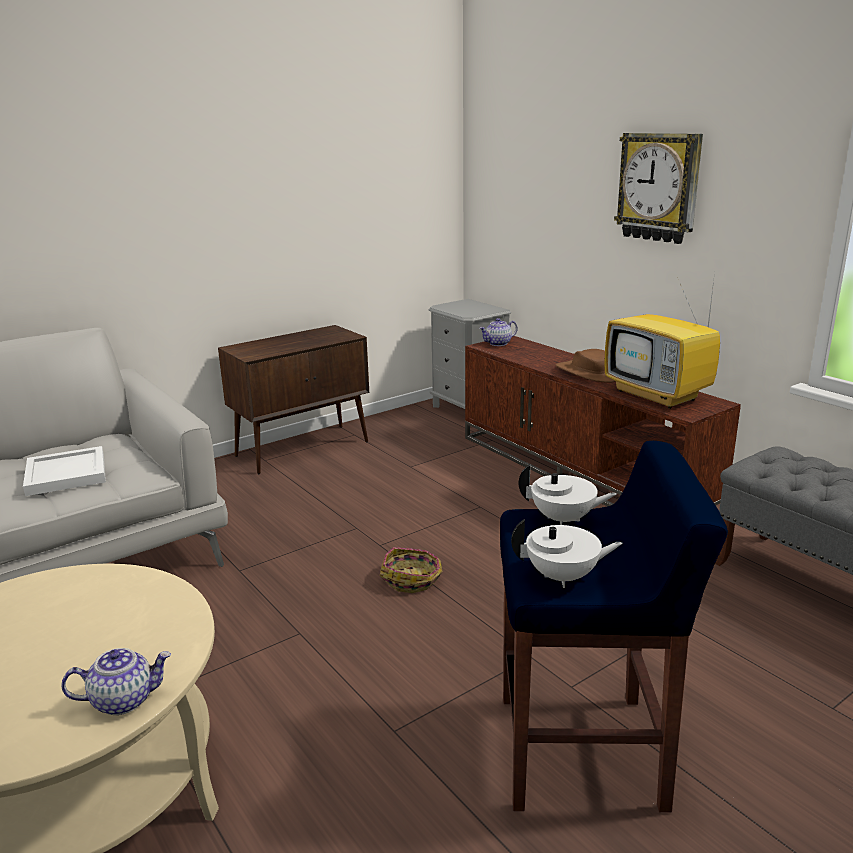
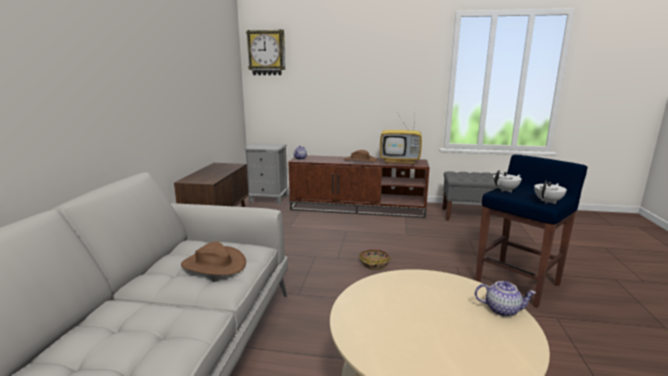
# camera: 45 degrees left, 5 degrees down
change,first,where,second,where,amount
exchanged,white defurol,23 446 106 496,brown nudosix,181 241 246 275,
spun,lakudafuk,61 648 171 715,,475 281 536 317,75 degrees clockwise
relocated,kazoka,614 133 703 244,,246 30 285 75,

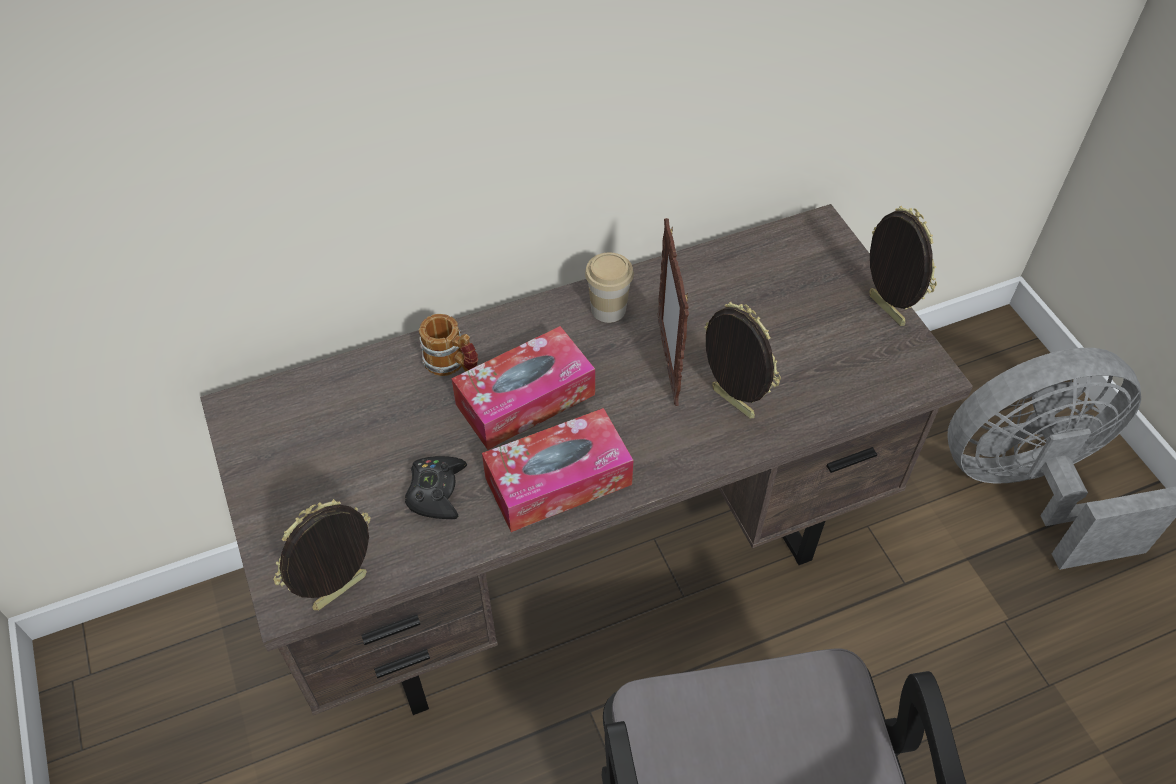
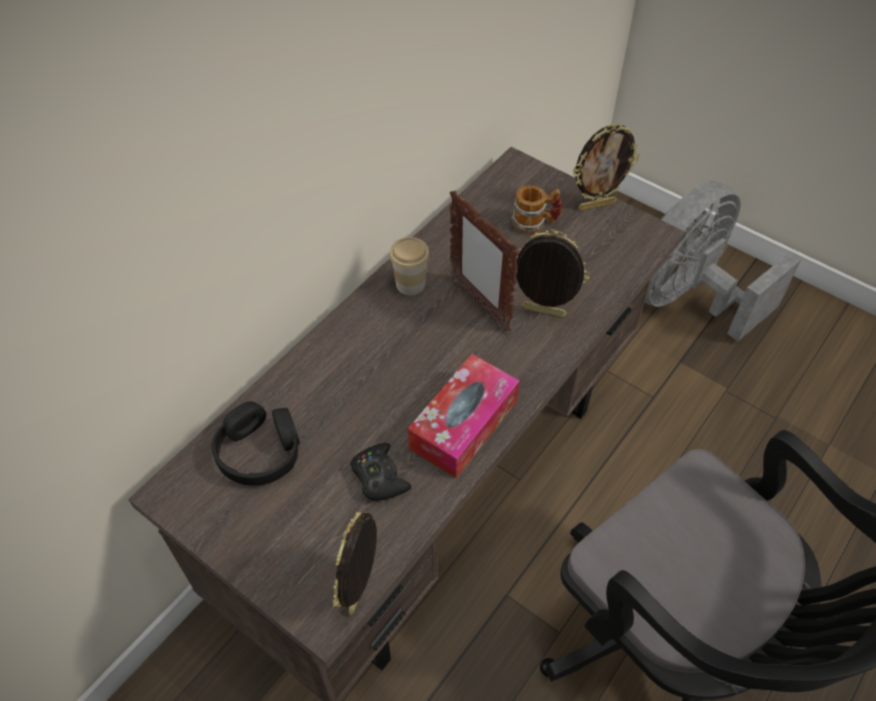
# camera: 30 degrees left, 0 degrees up
change,first,where,second,where,amount
relocated,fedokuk,419 314 478 376,,512 185 562 233,
missing,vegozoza,451 326 595 450,,,
spun,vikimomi,869 206 937 326,,573 124 640 211,135 degrees clockwise
appeared,,,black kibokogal,211 401 300 486,

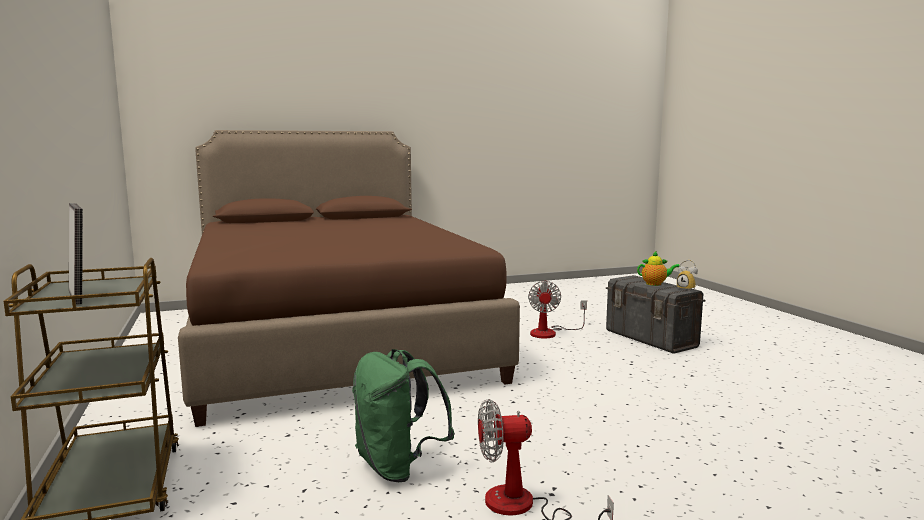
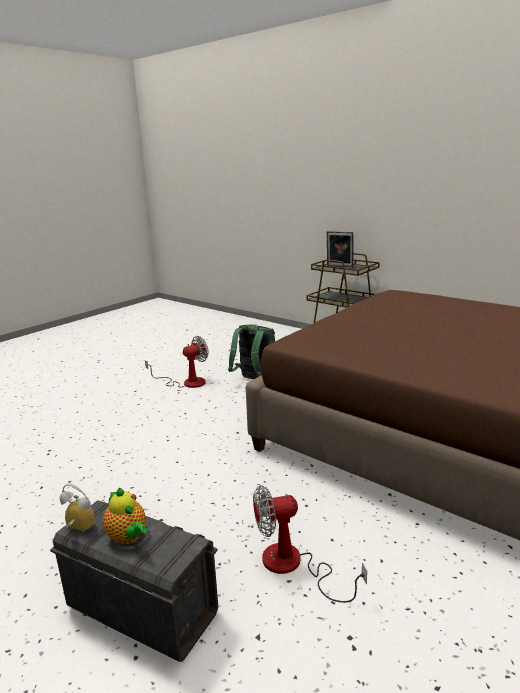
# camera: 150 degrees right, 10 degrees up
change,first,where,second,where,amount
spun,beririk,528 281 587 338,,253 485 367 603,75 degrees counterclockwise
spun,lakudafuk,637 251 680 286,,103 488 147 544,105 degrees counterclockwise

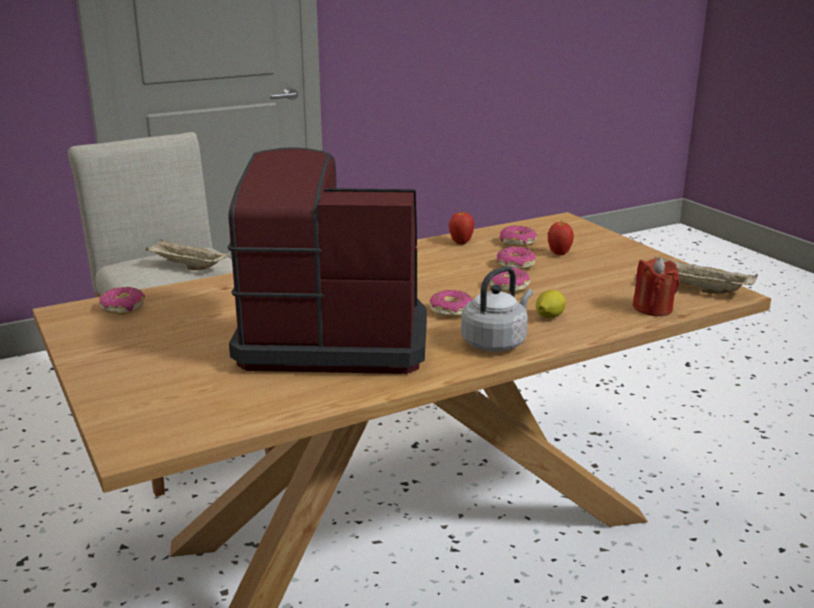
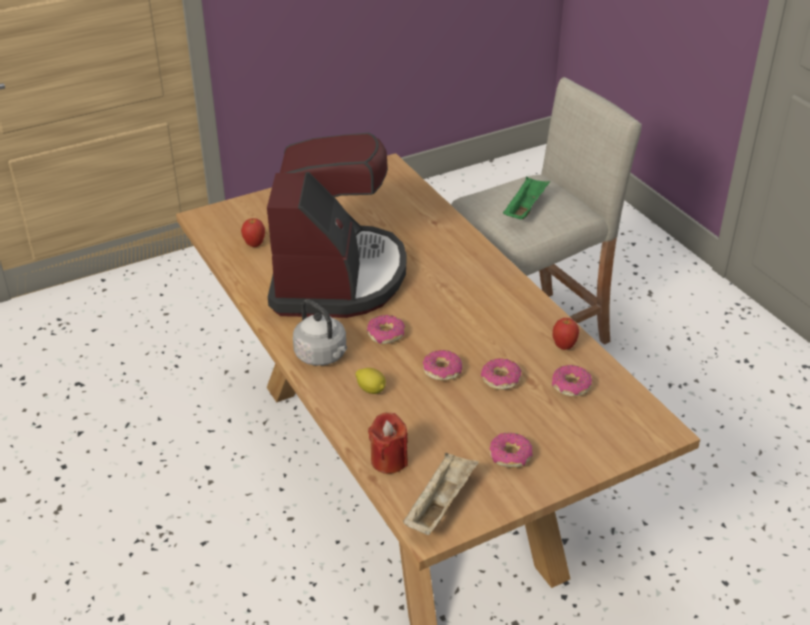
# camera: 90 degrees right, 15 degrees up
change,first,where,second,where,amount
relocated,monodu,99 287 145 315,,490 433 533 468,
colour,beige defurol,145 239 230 270,green defurol,503 177 550 219,
relocated,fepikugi,548 222 574 255,,241 218 265 247,

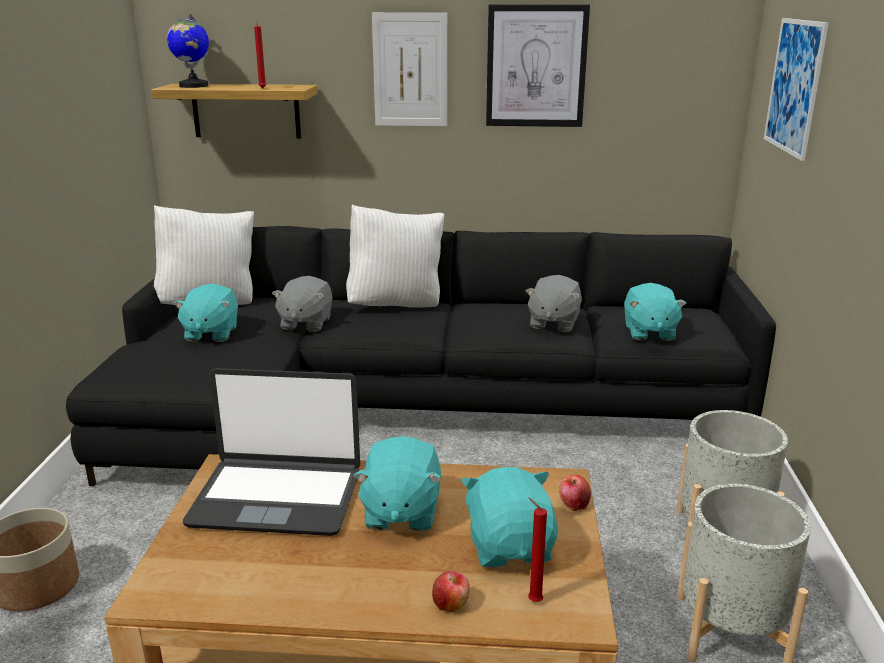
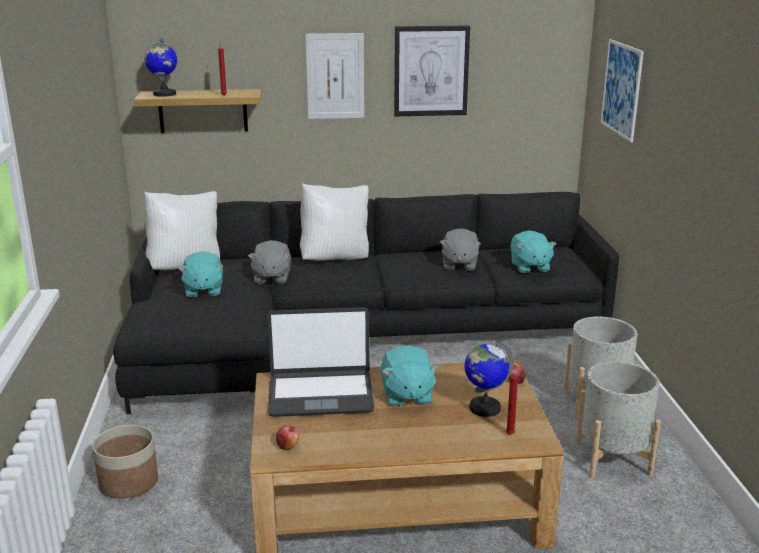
# camera: 10 degrees left, 0 degrees up
change,first,where,second,where,amount
relocated,fepikugi,432 571 470 612,,276 426 299 450,
exchanged,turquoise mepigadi,461 467 558 567,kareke,464 340 514 417,

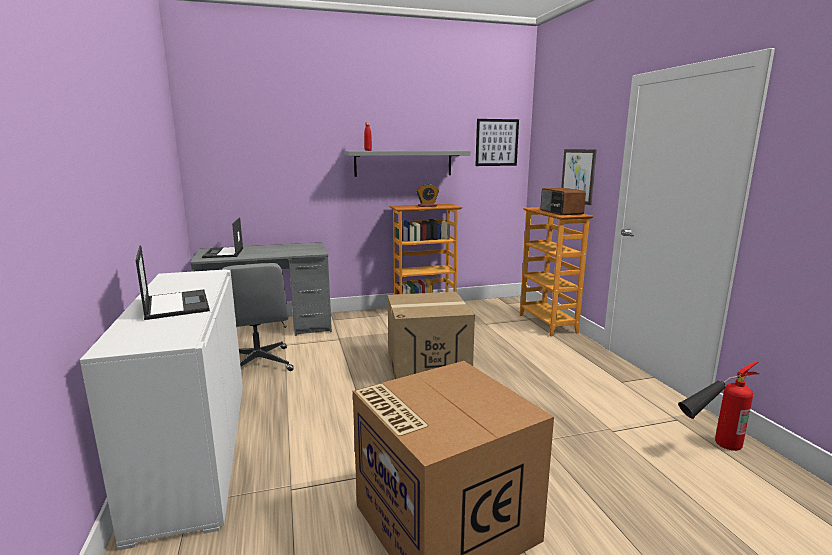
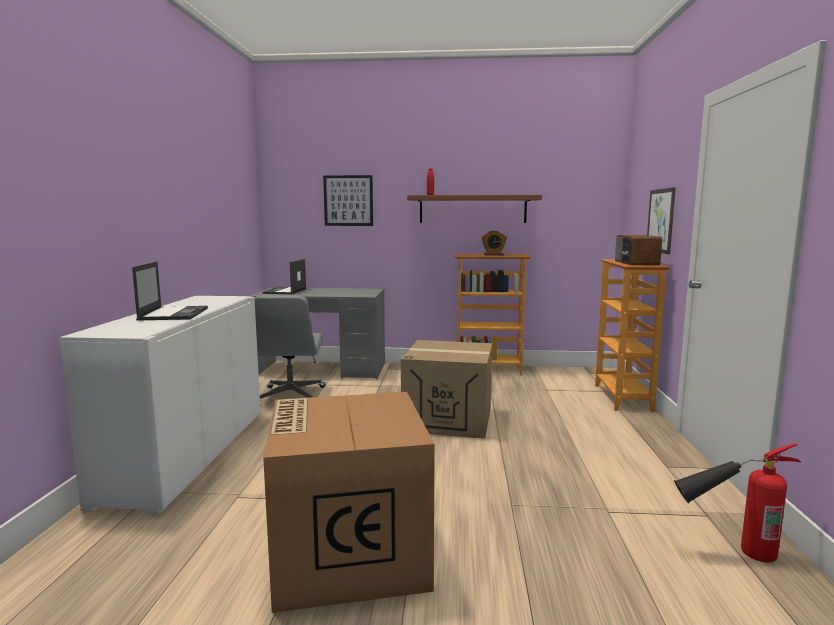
# camera: 20 degrees right, 5 degrees down
change,first,where,second,where,amount
colour,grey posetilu,344 151 470 177,brown posetilu,407 195 542 223,
relocated,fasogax,475 119 519 166,,323 175 373 226,

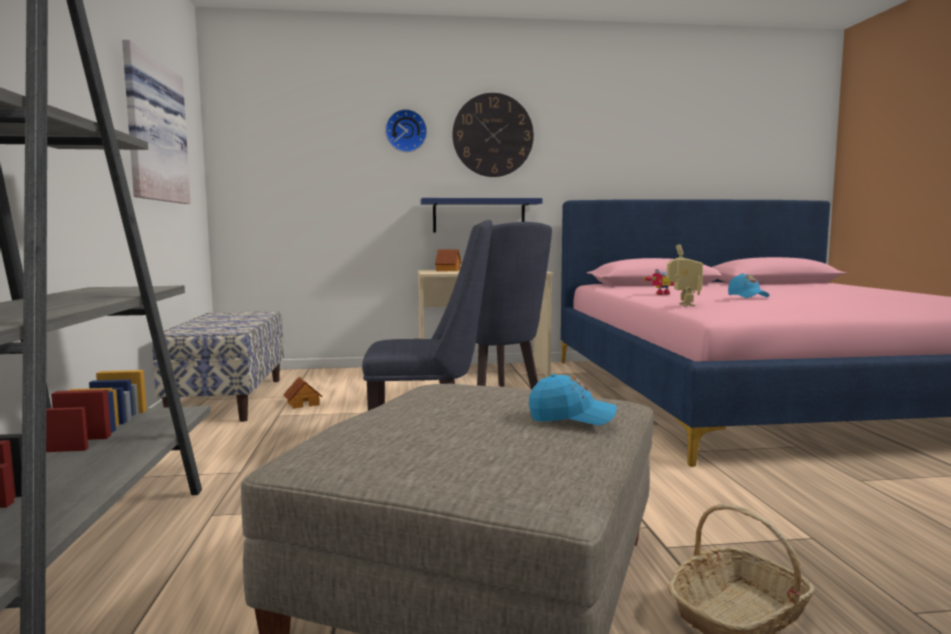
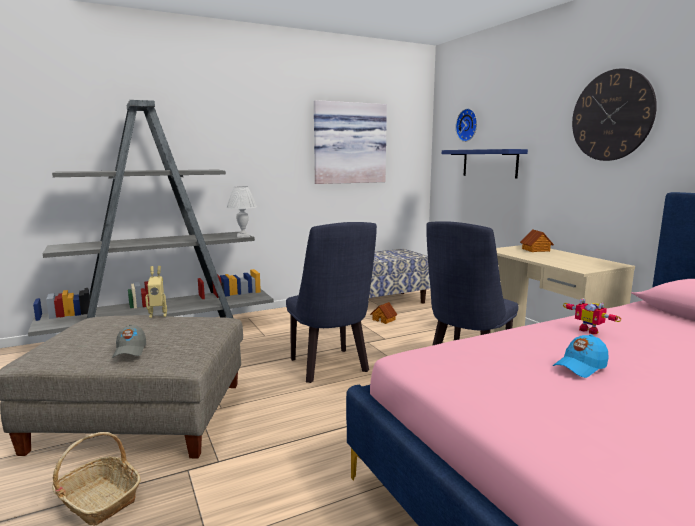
# camera: 70 degrees right, 5 degrees up
change,first,where,second,where,amount
relocated,kazoka,385 109 427 152,,456 108 477 142,
relocated,blue posetilu,421 198 543 233,,442 149 528 179,
colour,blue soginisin,529 374 617 425,grey soginisin,112 324 146 358,
relocated,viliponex,667 245 703 306,,145 266 167 318,
appeared,,,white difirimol,226 186 257 238,

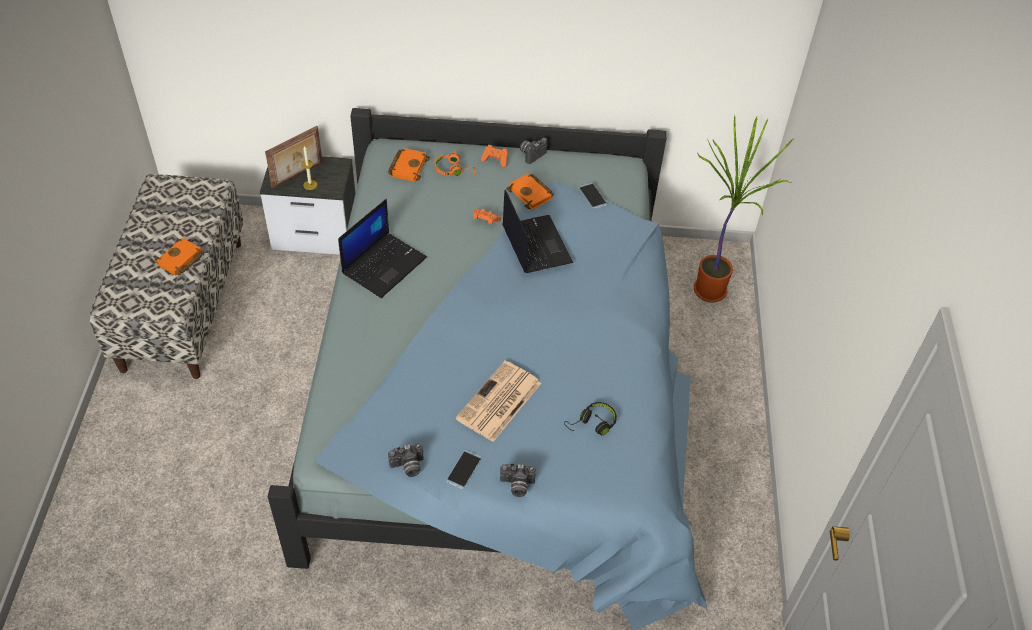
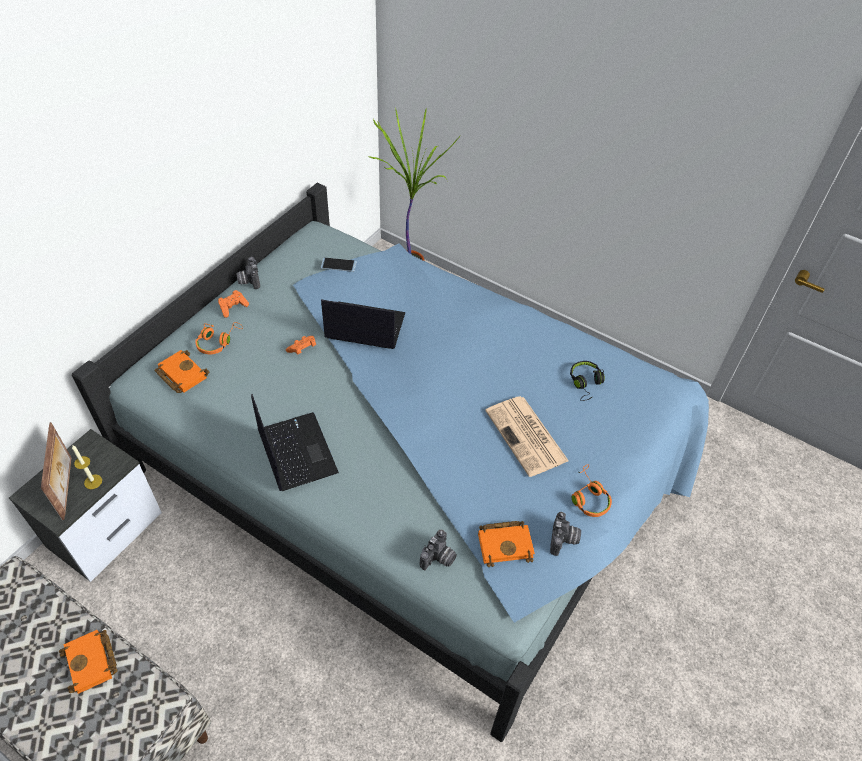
# camera: 60 degrees left, 0 degrees up
change,first,where,second,where,amount
exchanged,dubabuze,446 450 482 489,orange kibokogal,572 464 612 517,
relocated,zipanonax,500 464 536 497,,420 529 457 570,
relocated,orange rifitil,506 174 554 210,,478 521 535 567,

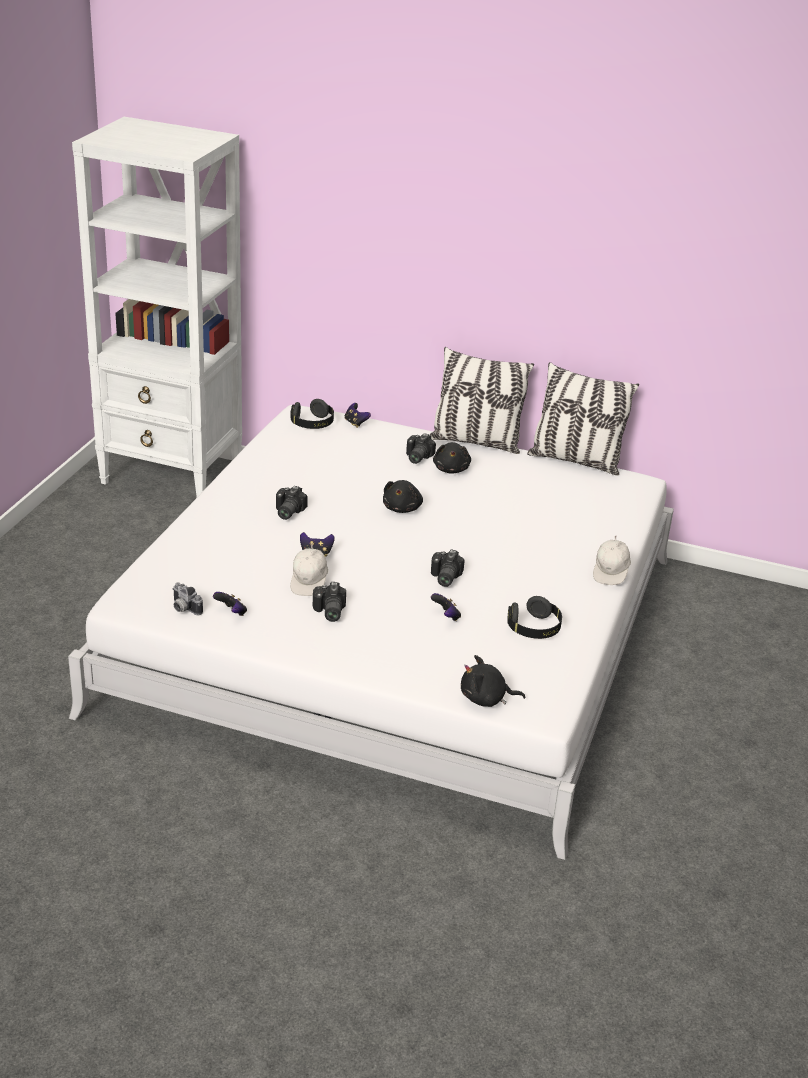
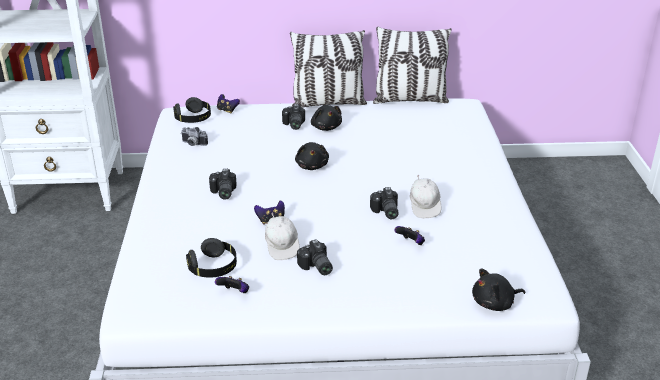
# camera: 20 degrees left, 0 degrees up
change,first,where,second,where,amount
relocated,zipanonax,173 583 203 615,,181 127 208 146,
relocated,black kibokogal,507 596 562 639,,186 238 237 278,
relocated,white soginisin,593 536 631 585,,410 174 442 218,

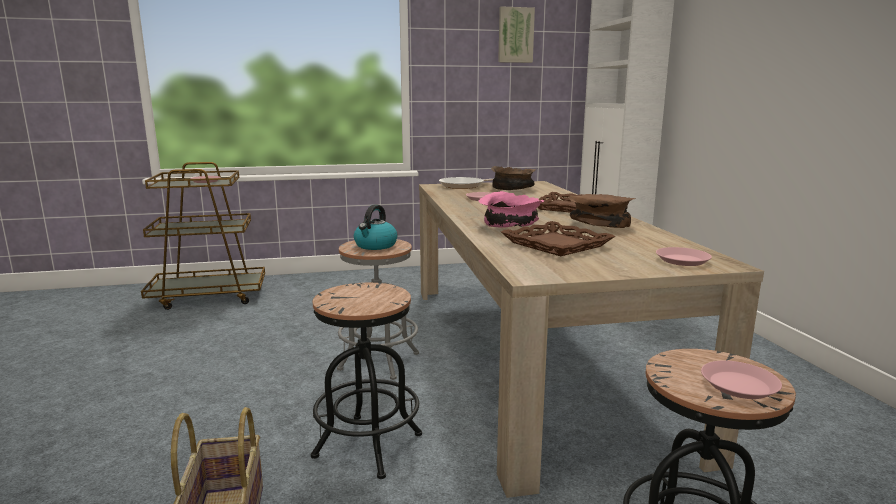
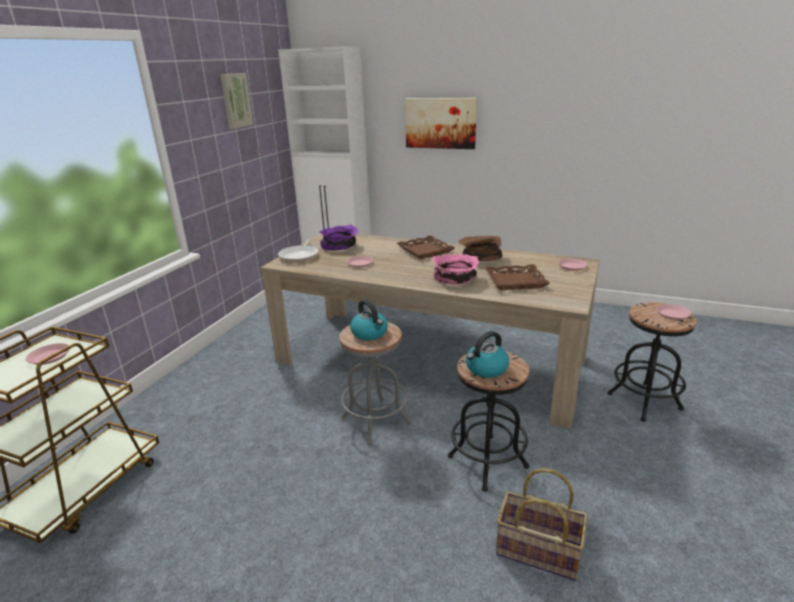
# camera: 55 degrees left, 10 degrees up
change,first,where,second,where,amount
colour,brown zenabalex,491 166 538 190,purple zenabalex,319 224 359 251,
appeared,,,fasogax,405 98 477 149,
appeared,,,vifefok,466 331 509 378,

